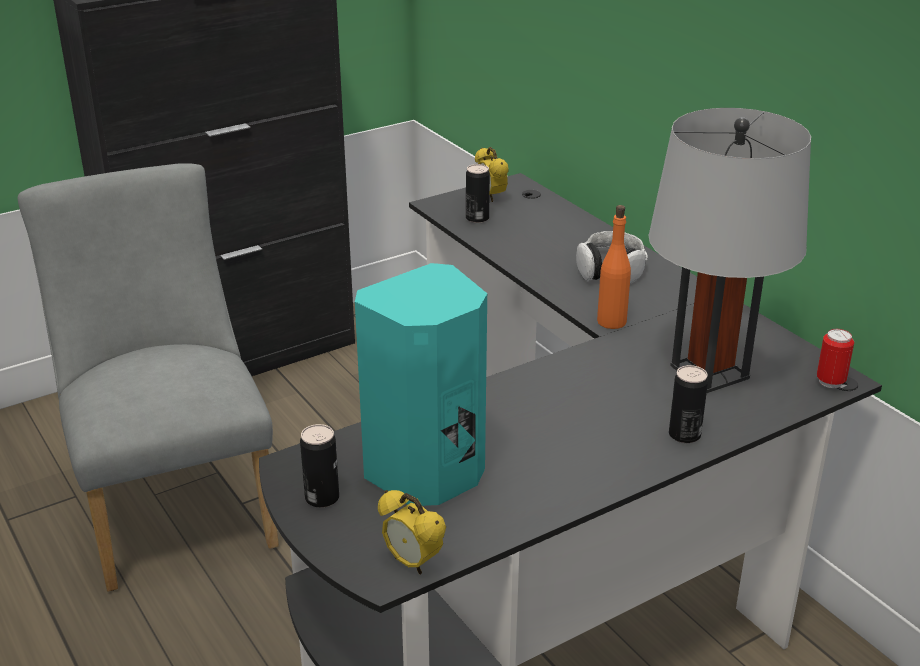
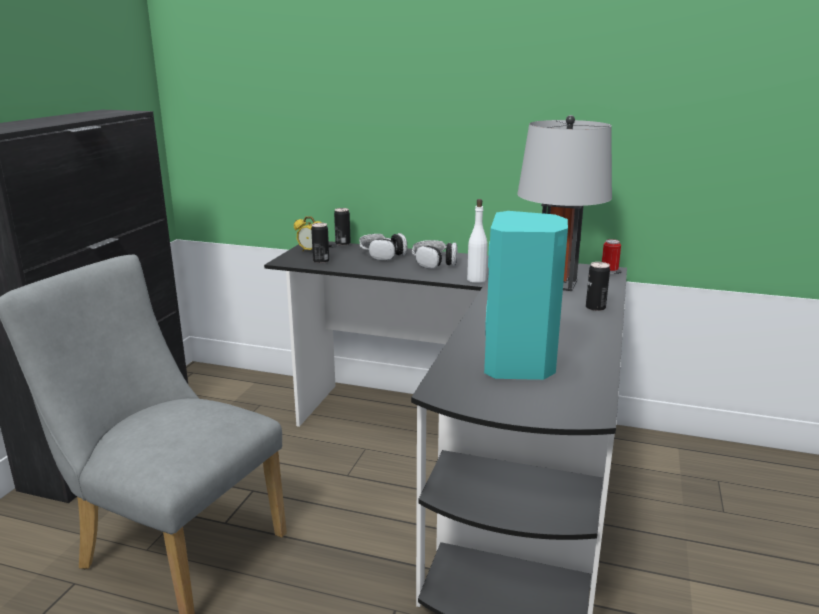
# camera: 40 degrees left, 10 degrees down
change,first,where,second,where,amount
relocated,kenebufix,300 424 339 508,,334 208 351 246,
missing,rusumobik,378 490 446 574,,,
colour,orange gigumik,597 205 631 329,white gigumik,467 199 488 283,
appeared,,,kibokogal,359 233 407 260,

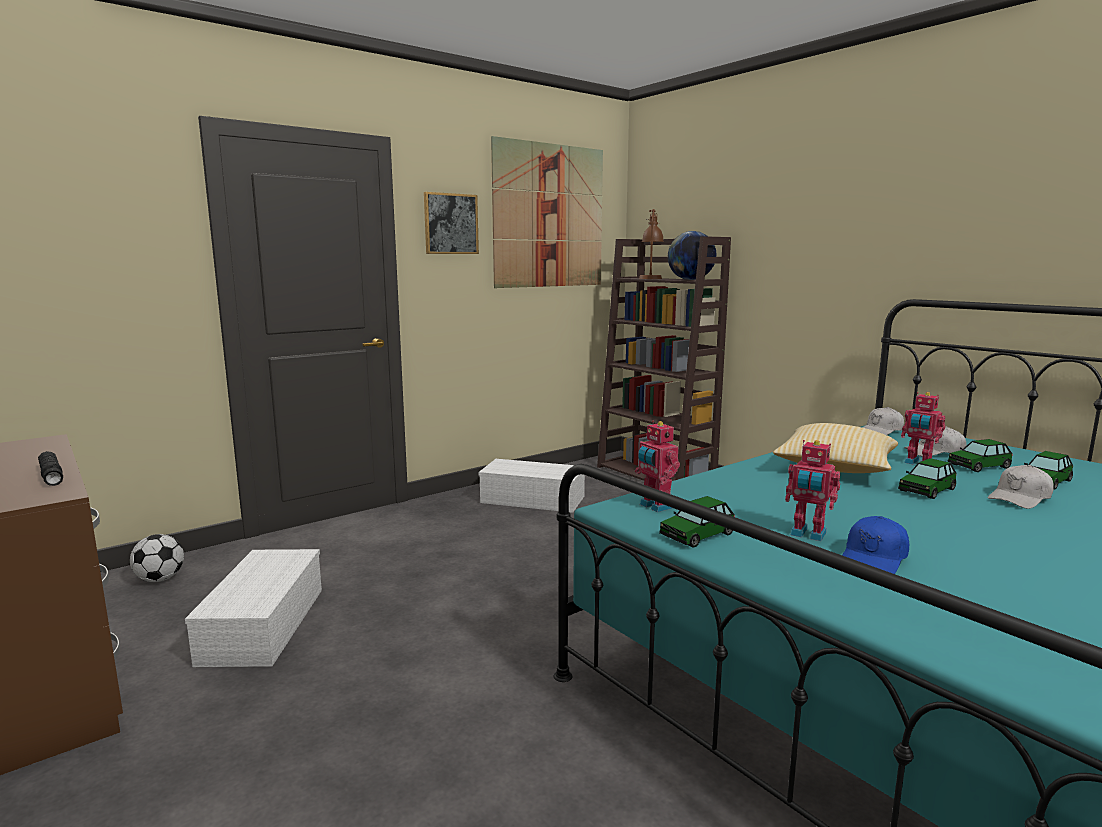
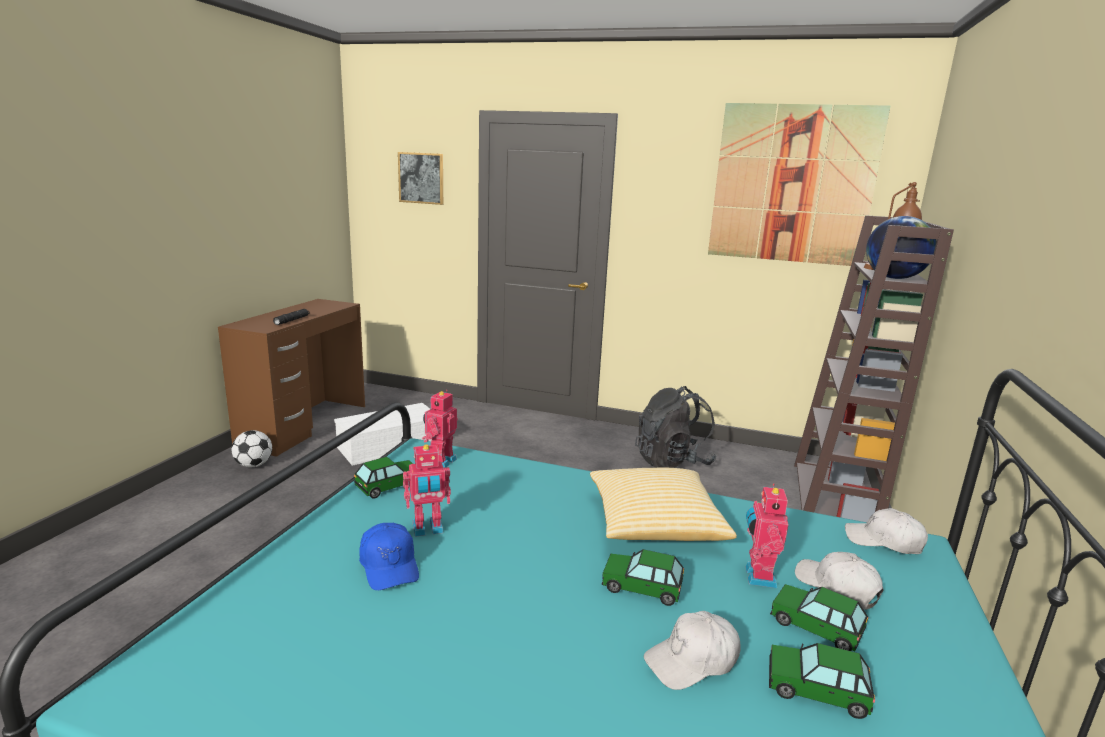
# camera: 55 degrees right, 5 degrees up
change,first,where,second,where,amount
relocated,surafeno,130 534 184 582,,232 430 272 467,
relocated,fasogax,424 192 479 254,,398 152 443 205,
exchanged,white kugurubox,479 459 585 513,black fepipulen,635 386 716 468,
spun,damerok,659 496 735 548,,354 457 413 499,120 degrees clockwise
spun,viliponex,785 440 840 541,,403 444 451 537,105 degrees counterclockwise
spun,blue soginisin,842 516 909 574,,359 523 419 590,120 degrees counterclockwise
spun,white soginisin,988 465 1054 509,,644 611 741 690,45 degrees counterclockwise

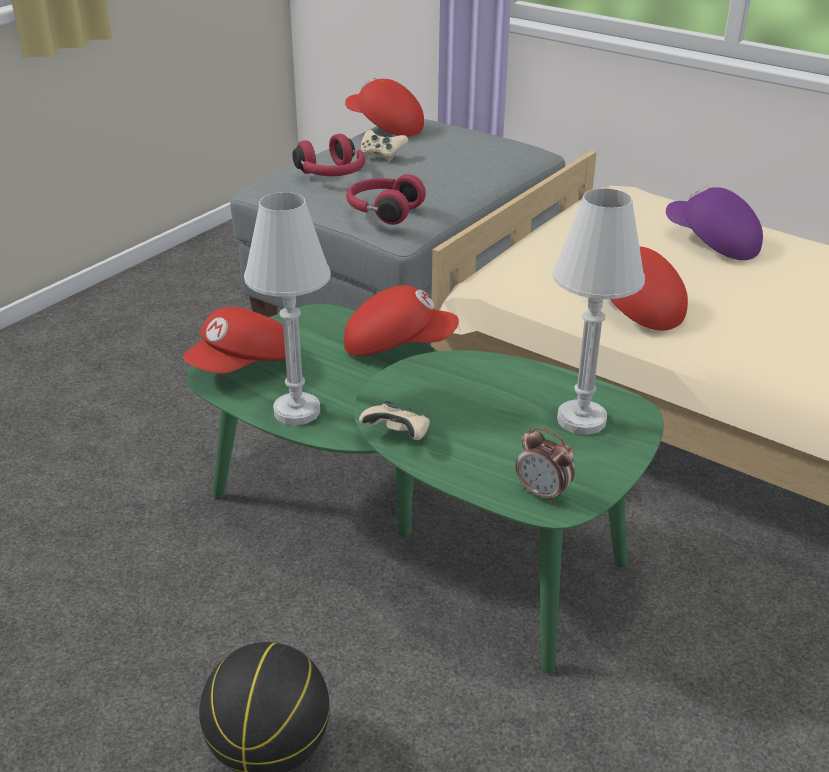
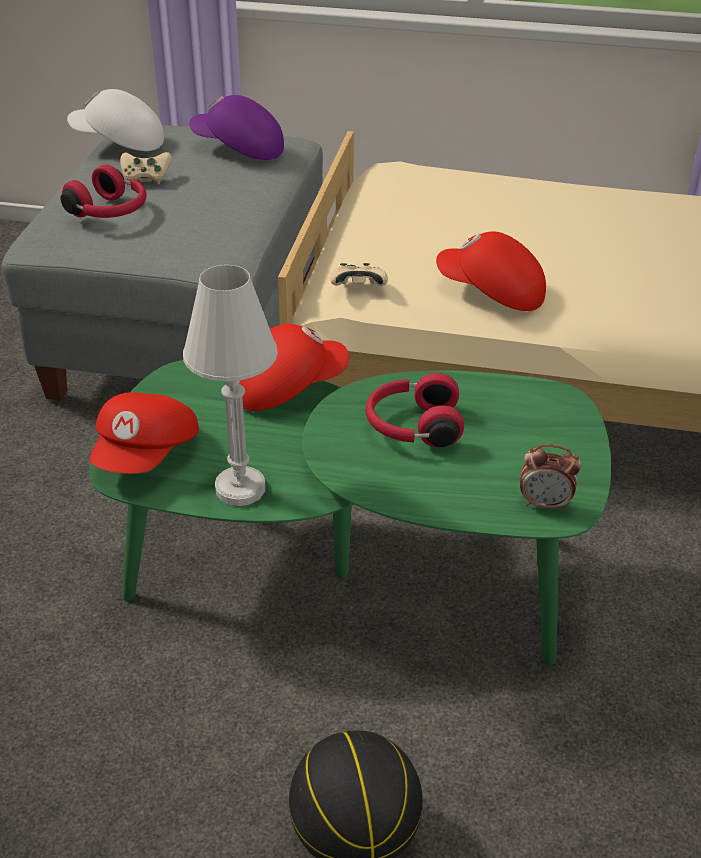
# camera: 25 degrees left, 5 degrees up
change,first,where,second,where,amount
colour,red soginisin,345 78 424 136,white soginisin,67 89 164 151,
relocated,red kibokogal,346 174 426 225,,366 373 464 447,
relocated,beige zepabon,359 401 430 440,,330 263 388 286,
missing,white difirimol,552 188 645 435,,,
relocated,purple soginisin,666 186 763 260,,189 95 284 160,

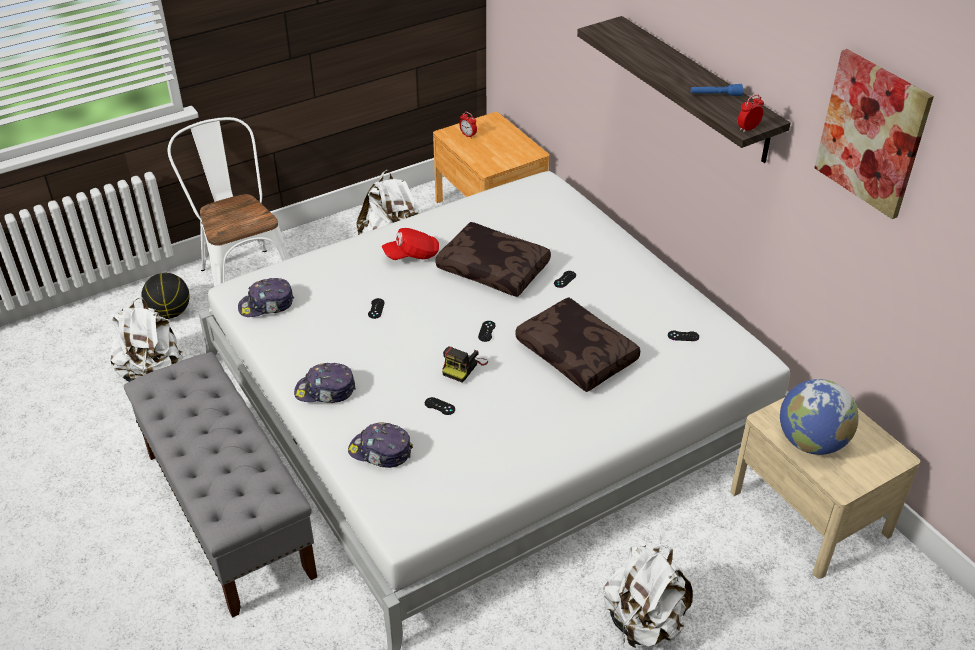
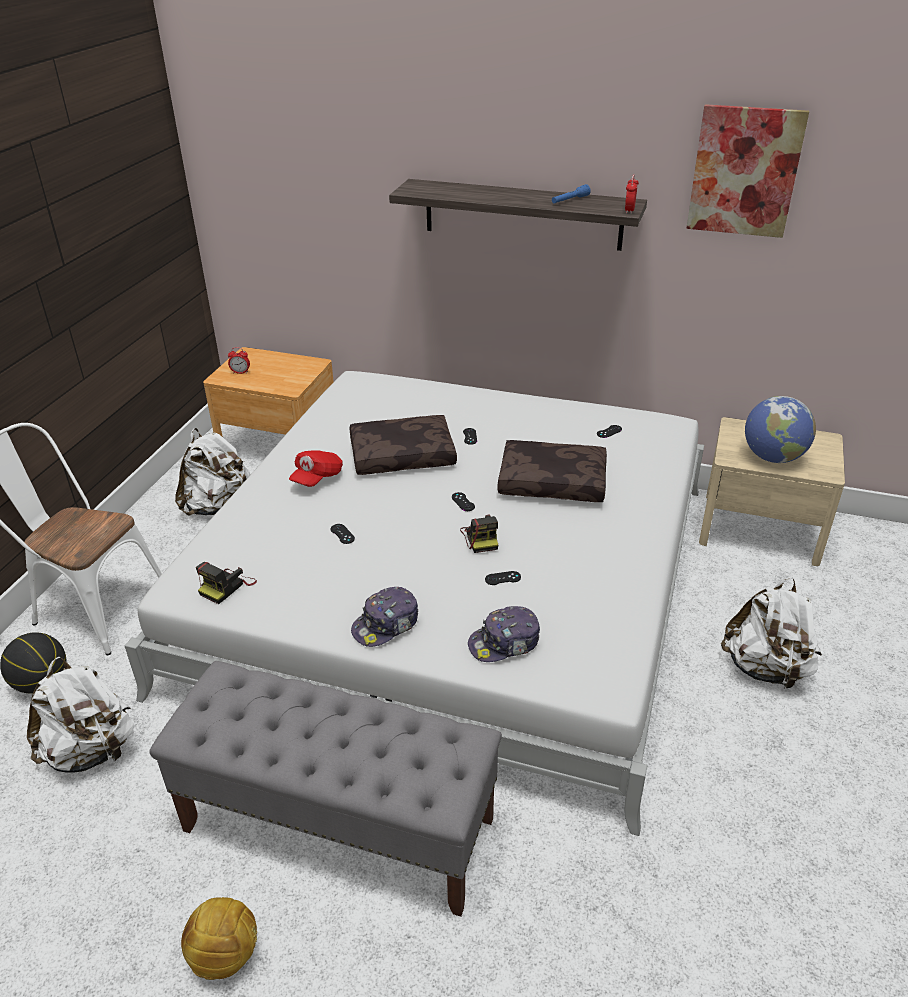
# camera: 40 degrees left, 5 degrees down
change,first,where,second,where,amount
exchanged,soginisin,238 278 294 317,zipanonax,196 562 257 604,
appeared,,,surafeno,181 897 257 980,

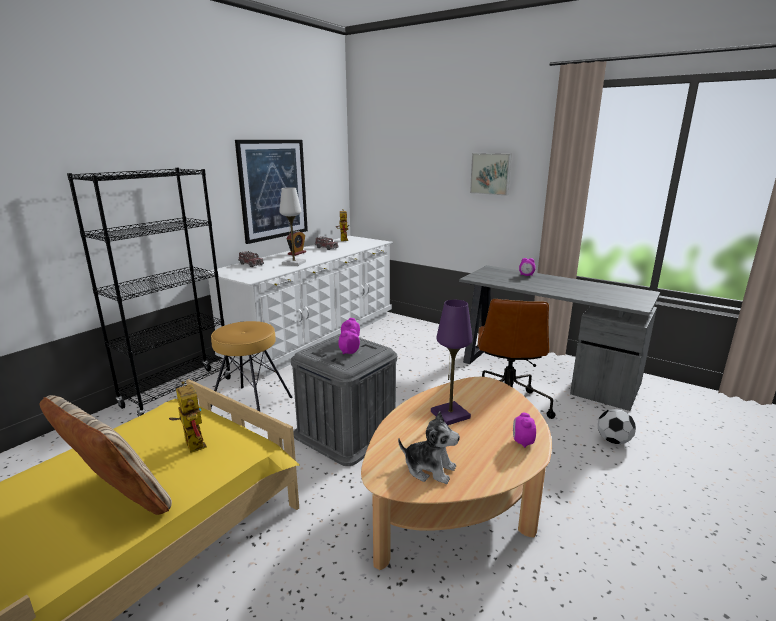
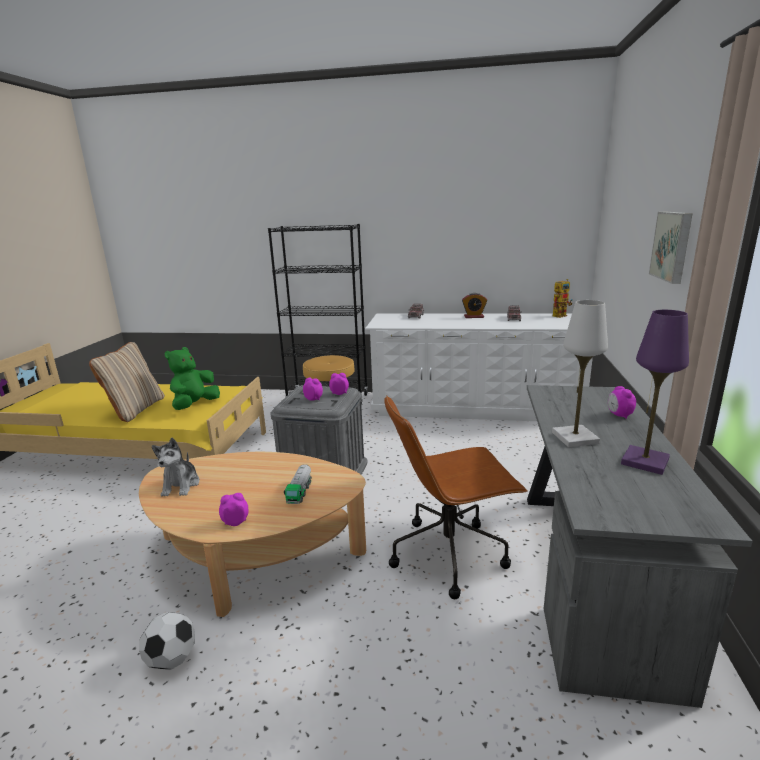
# camera: 65 degrees right, 0 degrees up
change,first,where,second,where,amount
exchanged,viliponex,169 381 207 453,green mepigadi,165 347 220 410,
missing,fasogax,235 140 308 244,,,
relocated,white difirimol,279 187 306 266,,552 300 608 447,
relocated,purple difirimol,431 300 472 425,,621 310 689 475,
relocated,surafeno,598 409 636 444,,139 612 195 669,
appeared,,,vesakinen,284 464 312 504,

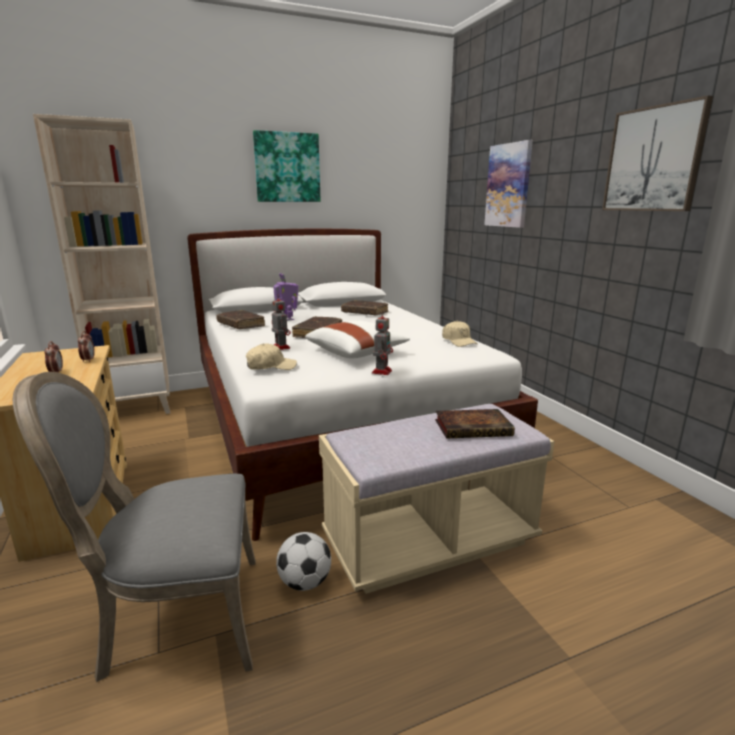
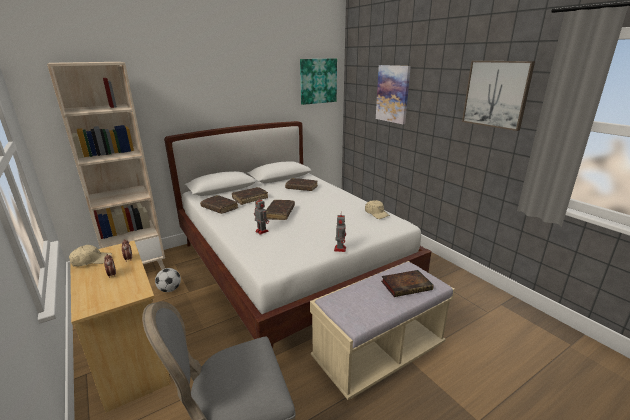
# camera: 10 degrees left, 5 degrees up
change,first,where,second,where,amount
relocated,beige soginisin,246 343 297 370,,69 245 112 267,
relocated,fasogax,253 130 321 202,,300 58 337 105,
exchanged,viliponex,273 273 298 321,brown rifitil,232 187 268 205,
relocated,surafeno,276 532 331 591,,155 268 181 292,
missing,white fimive,305 321 410 359,,,

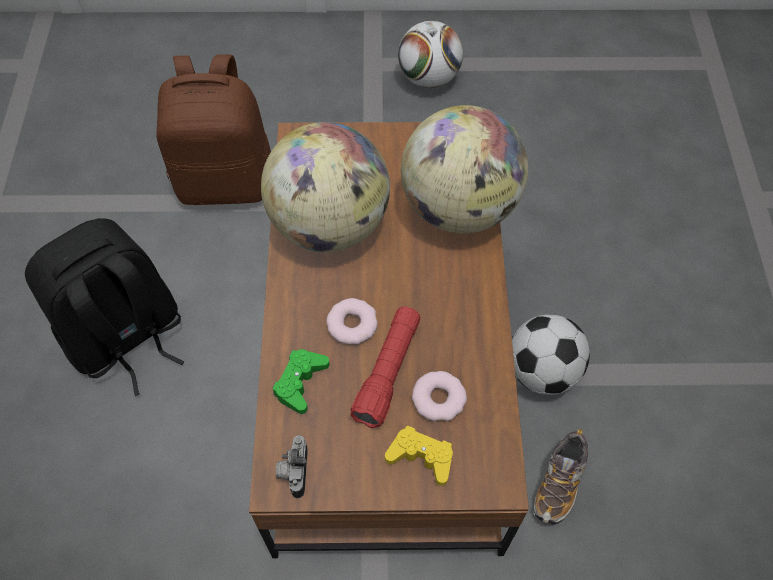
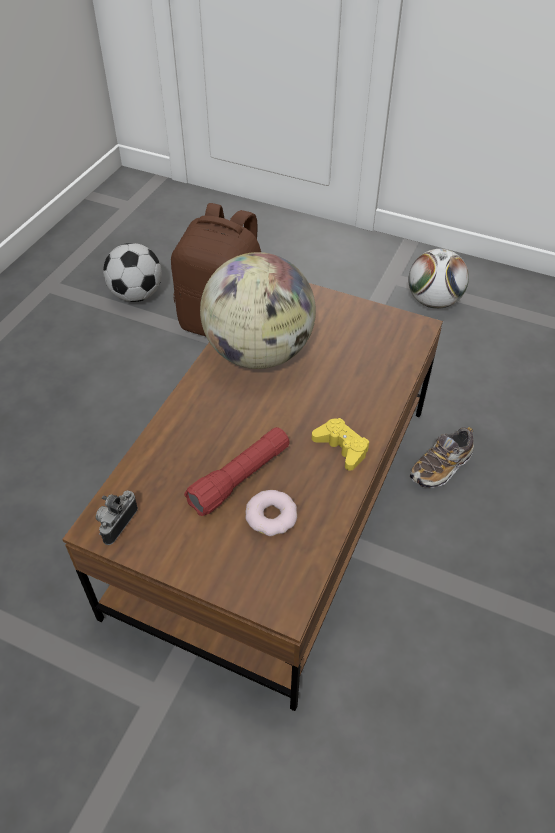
# camera: 25 degrees right, 10 degrees down
change,first,where,second,where,amount
missing,black fepipulen,25 218 184 396,,,
missing,green zepabon,273 349 329 414,,,
missing,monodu,326 298 378 345,,,
relocated,yellow zepabon,385 426 453 486,,312 418 369 471,
missing,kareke,401 105 528 234,,,
relocated,surafeno,512 314 590 395,,103 243 162 302,
relocated,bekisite,534 429 588 525,,409 427 474 488,

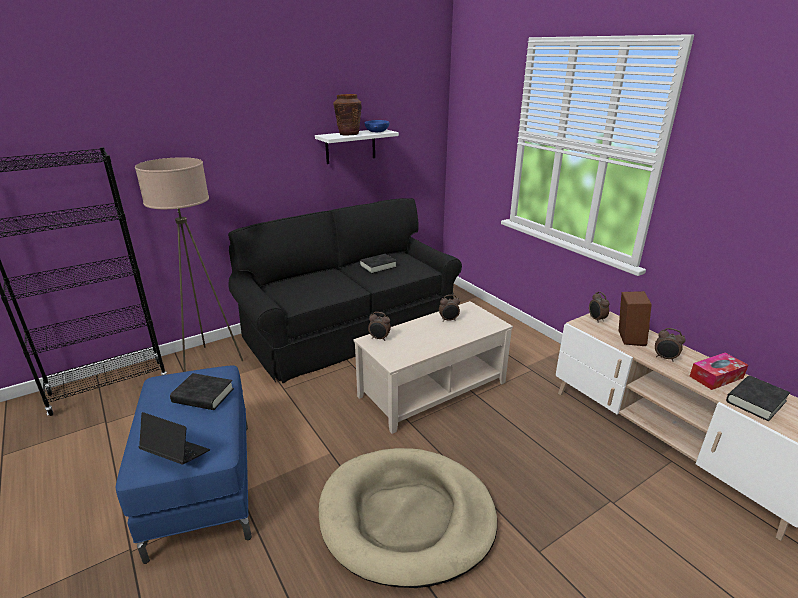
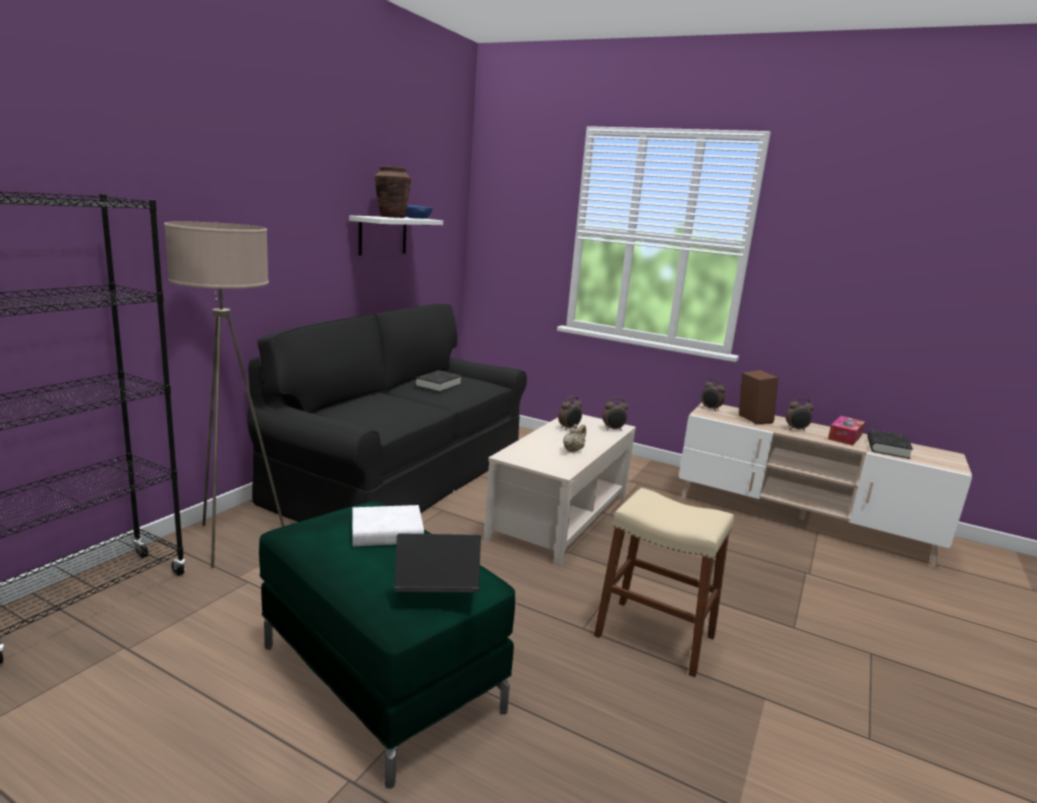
# camera: 30 degrees left, 10 degrees down
change,first,where,second,where,amount
colour,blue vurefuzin,115 365 252 564,green vurefuzin,259 501 515 788,
colour,black rifitil,170 373 234 410,white rifitil,352 505 424 546,
exchanged,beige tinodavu,319 448 497 588,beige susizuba,594 488 734 677,
relocated,rusumobik,368 312 391 341,,602 398 628 431,
appeared,,,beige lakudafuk,563 424 586 453,

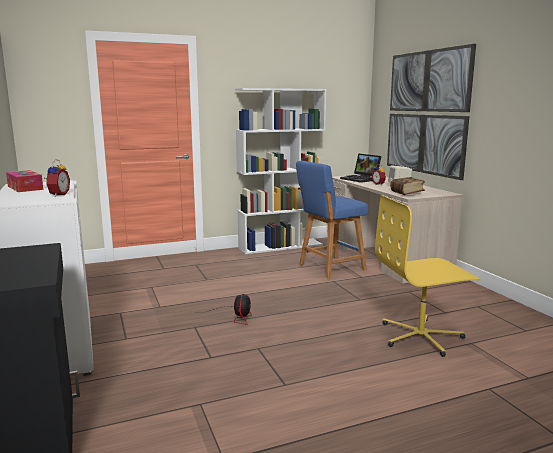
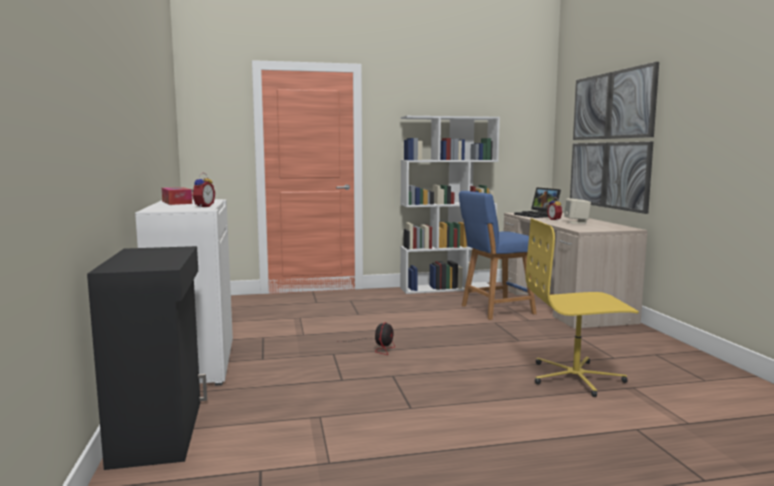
# camera: 10 degrees right, 5 degrees down
change,first,where,second,where,amount
missing,rifitil,390 177 425 195,,,

